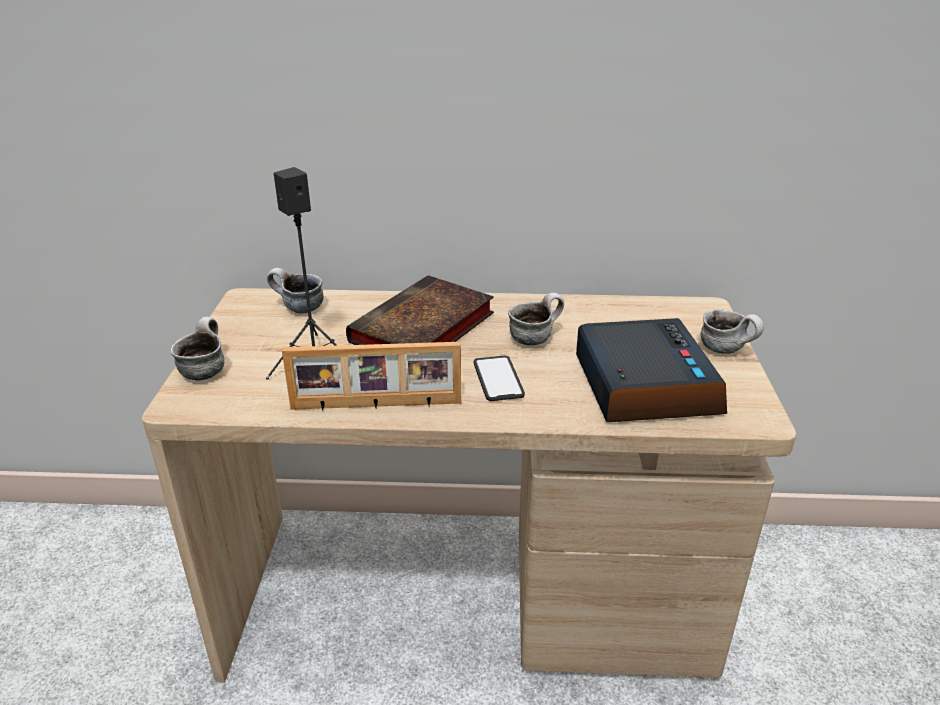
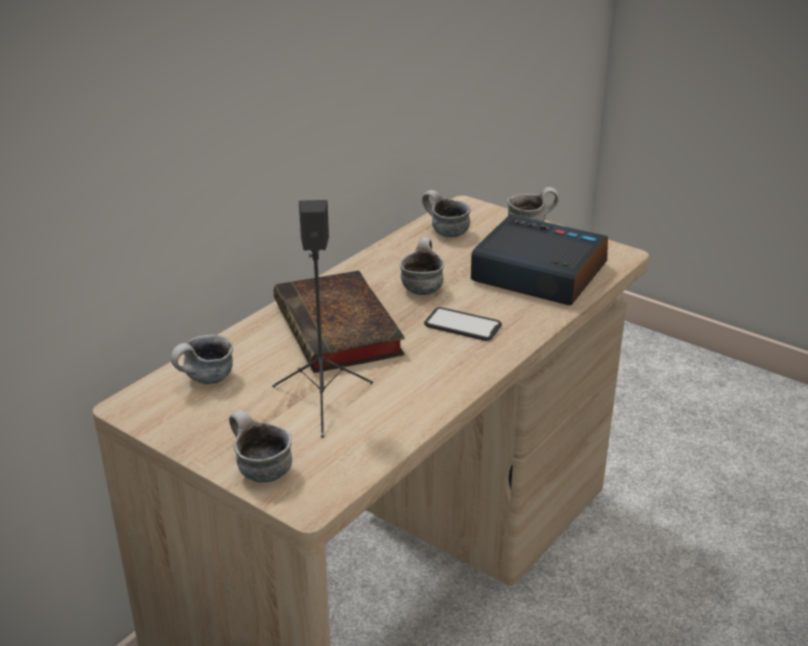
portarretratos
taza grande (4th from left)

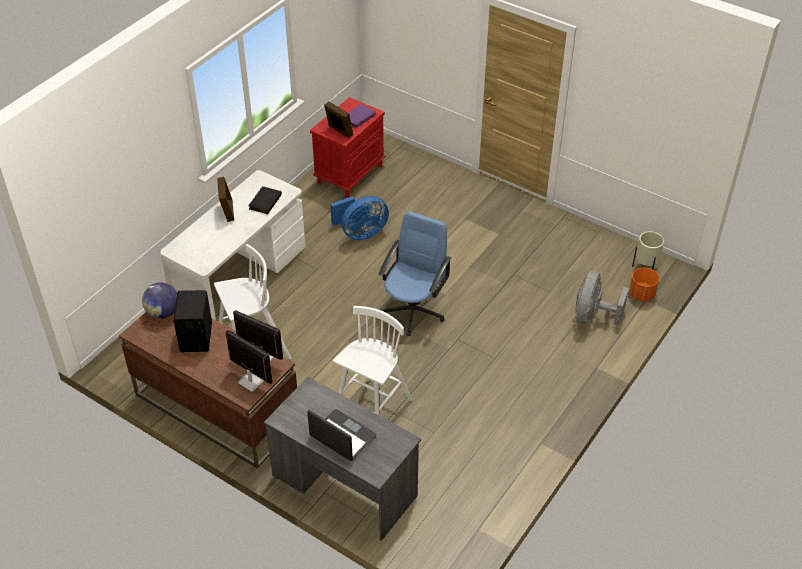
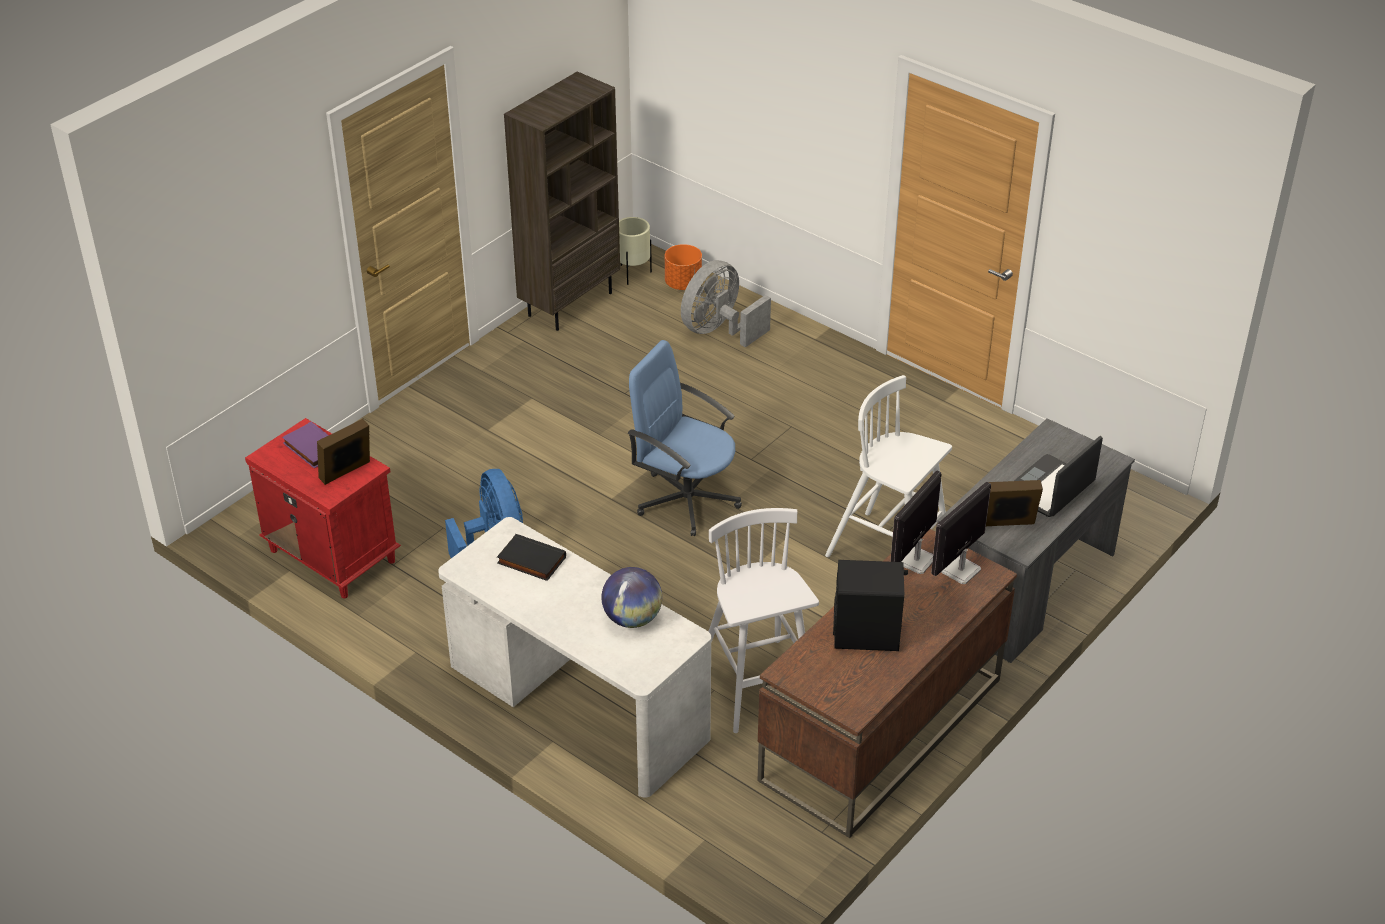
globo terráqueo
portarretratos (2nd from left)
ventilador [gris]
estantería [marrón]

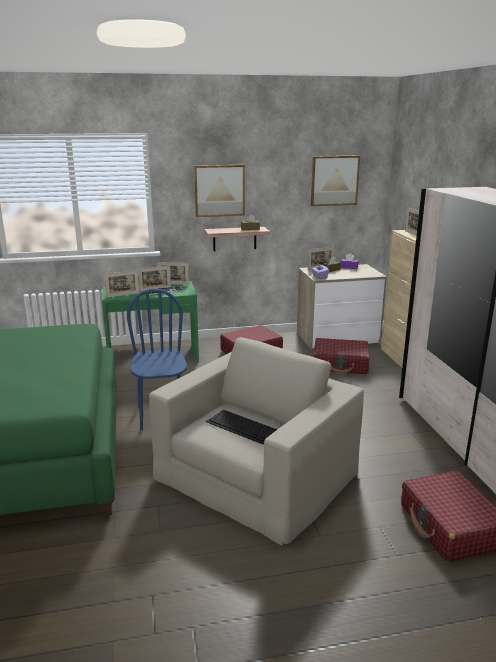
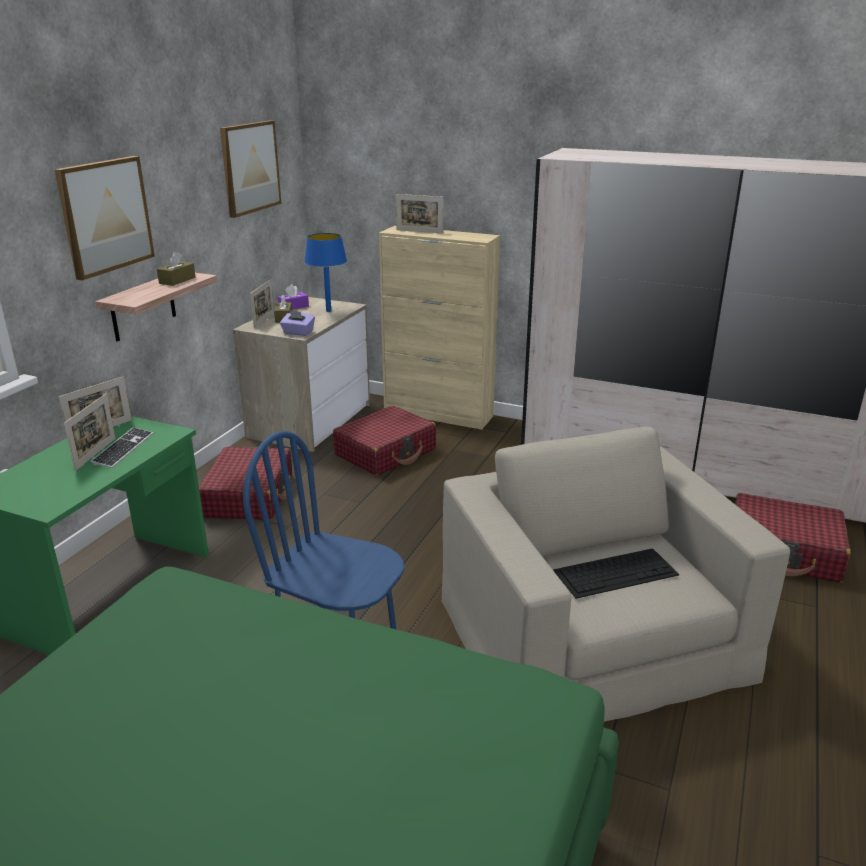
portarretratos (1st from left in the first image)
lámpara de mesa [azul]

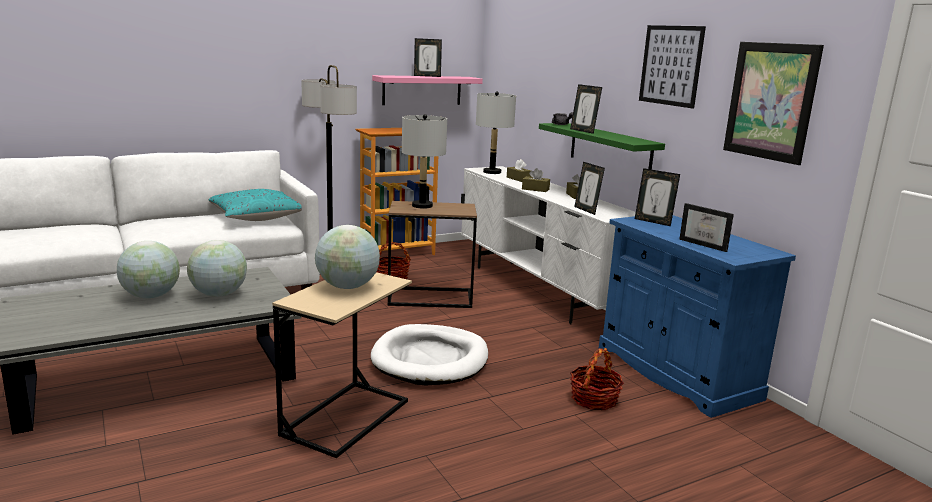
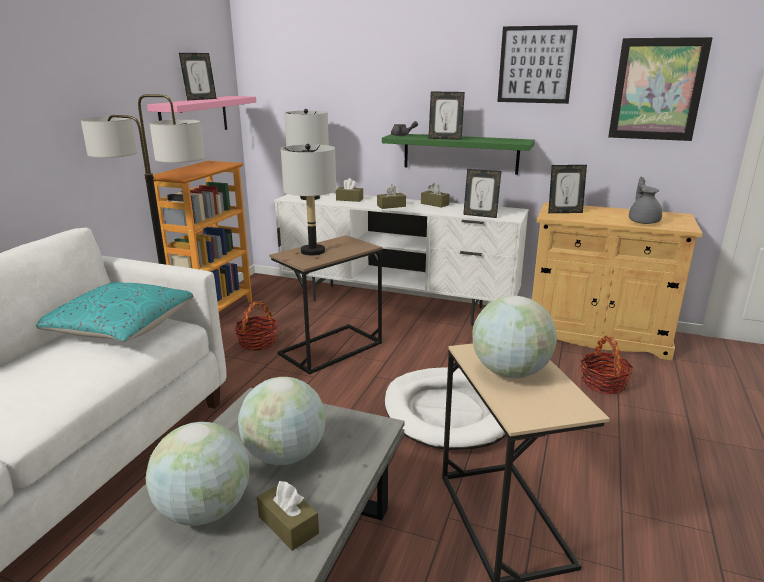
armario [beis]
tetera [gris] (2nd from left)
caja de pañuelos [marrón] (1st from left)

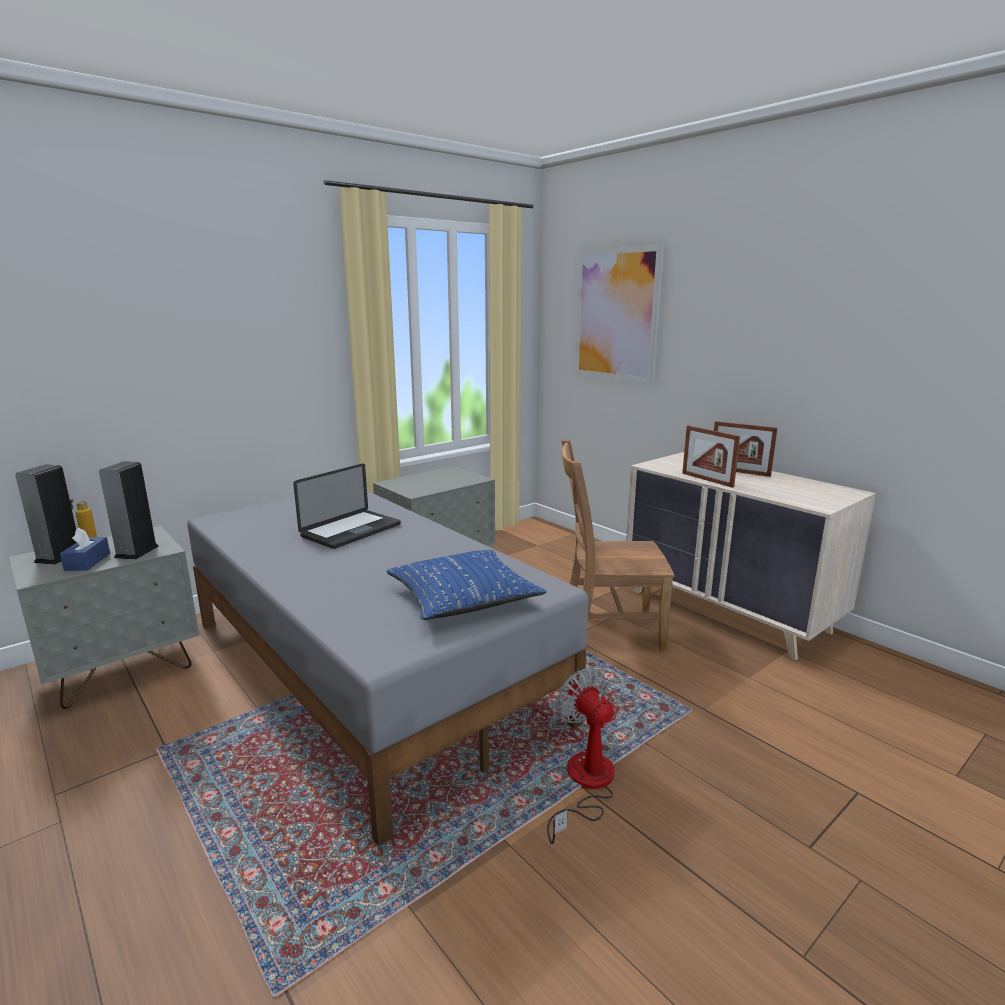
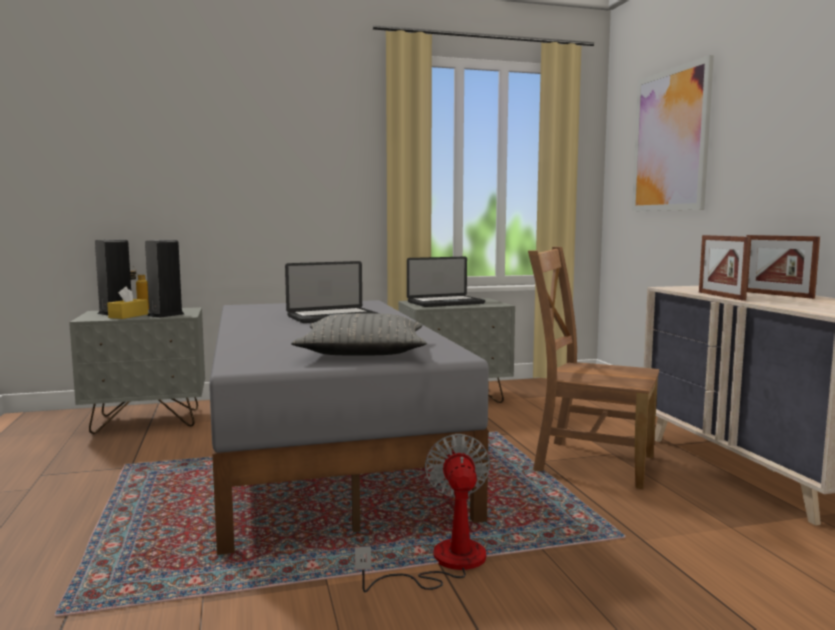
caja de pañuelos [amarillo]
cojín [gris]
portátil (2nd from left)

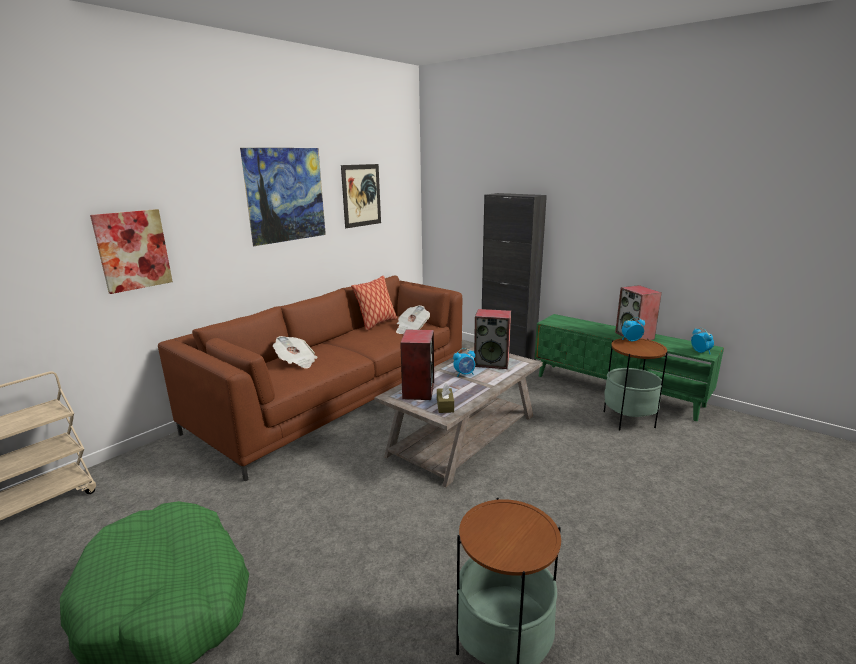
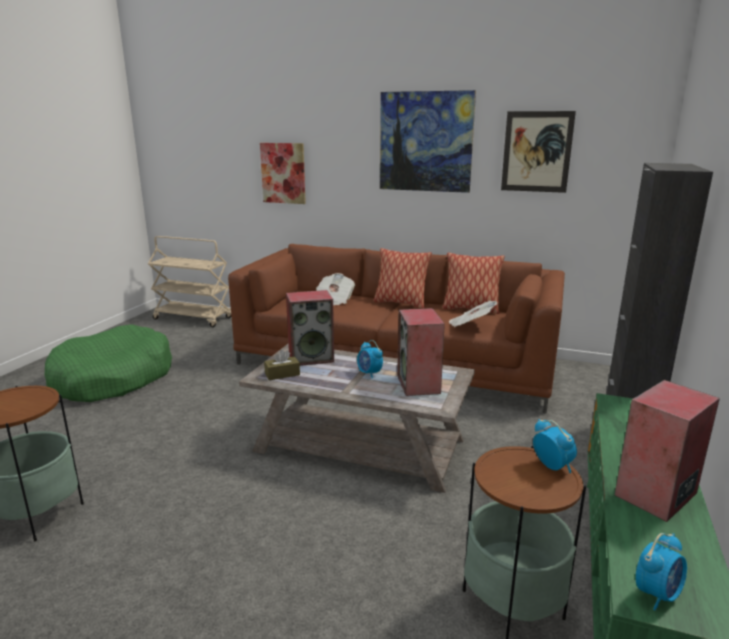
cojín (1st from left)

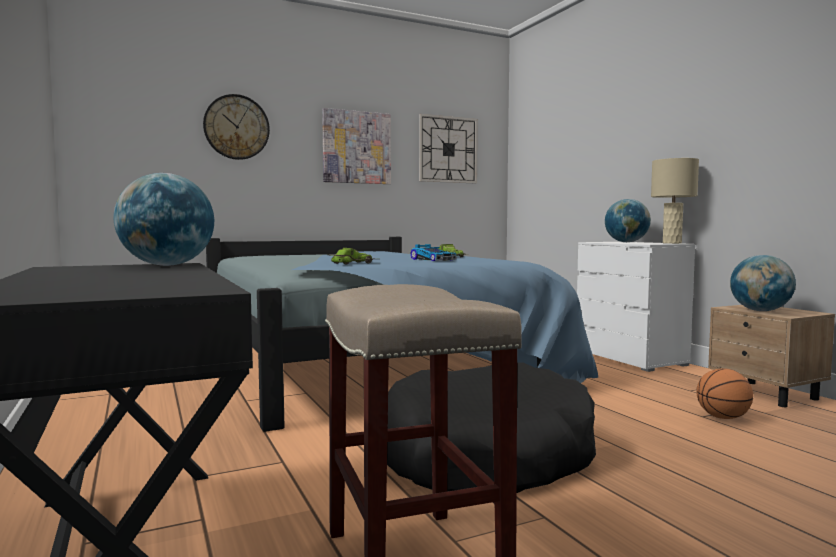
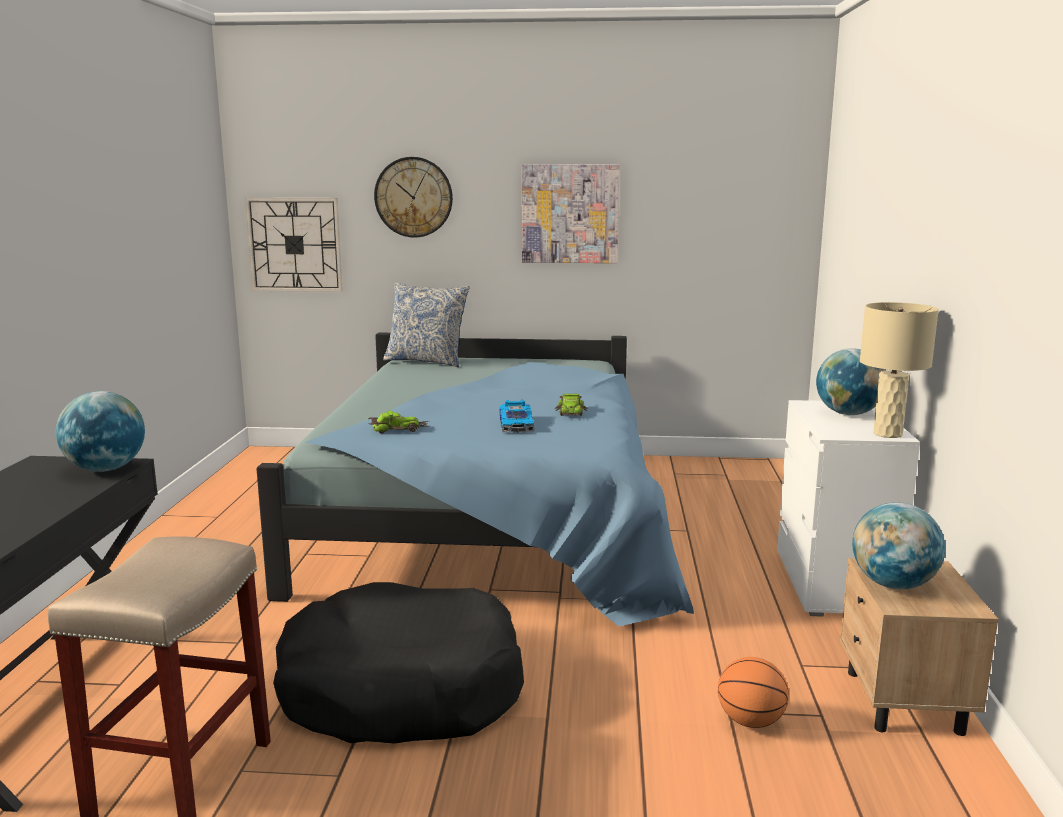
reloj de pared (1st from left)
cojín

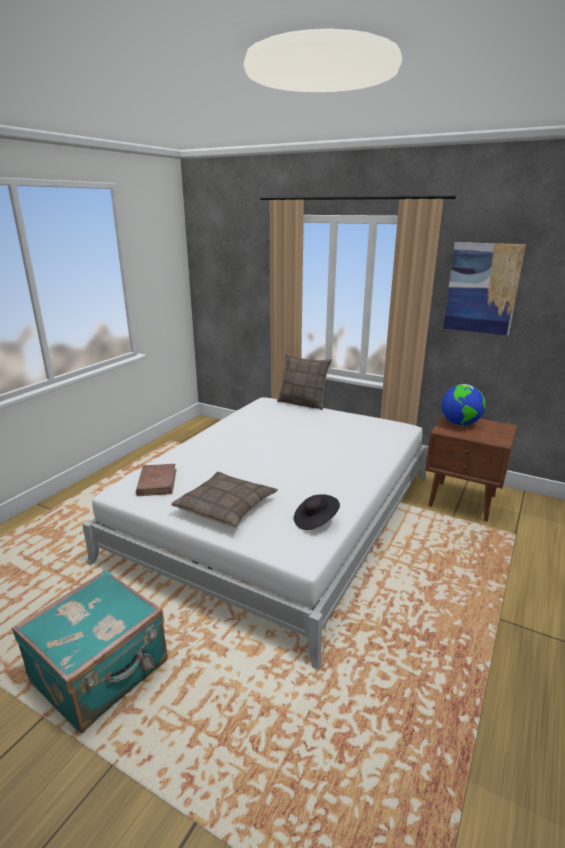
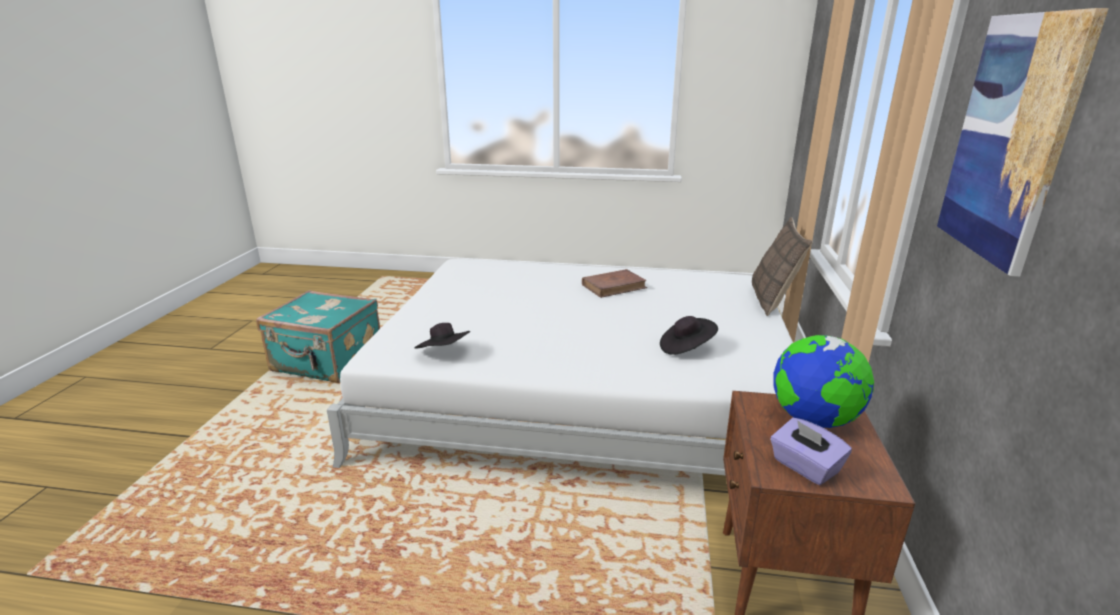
libro [marrón]
cojín (1st from left in the first image)
sombrero [negro] (2nd from left)
caja de pañuelos [morado]

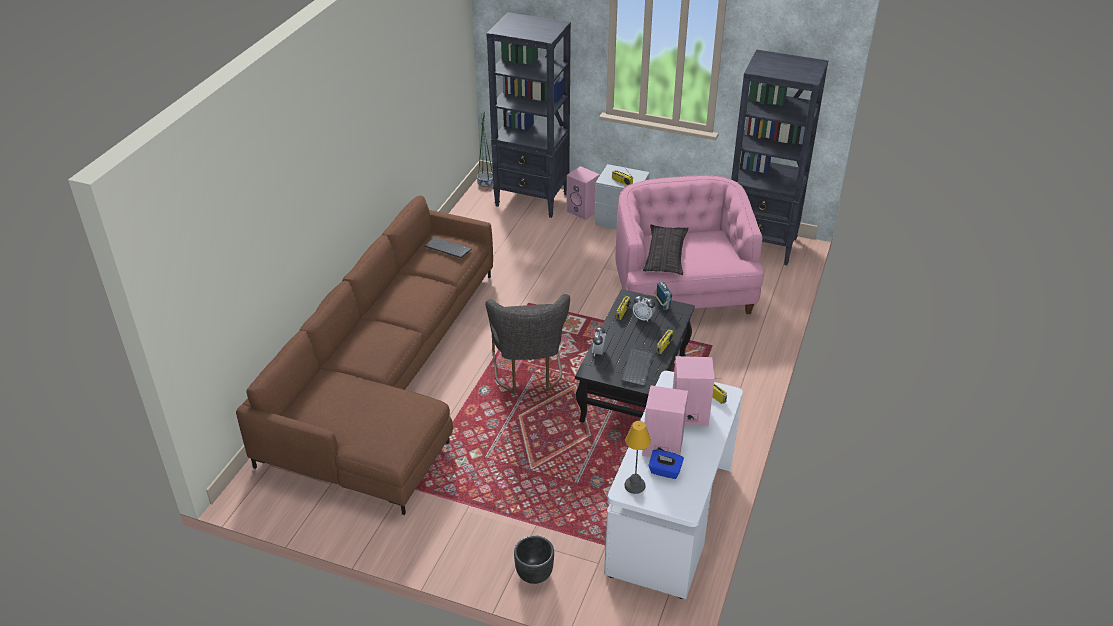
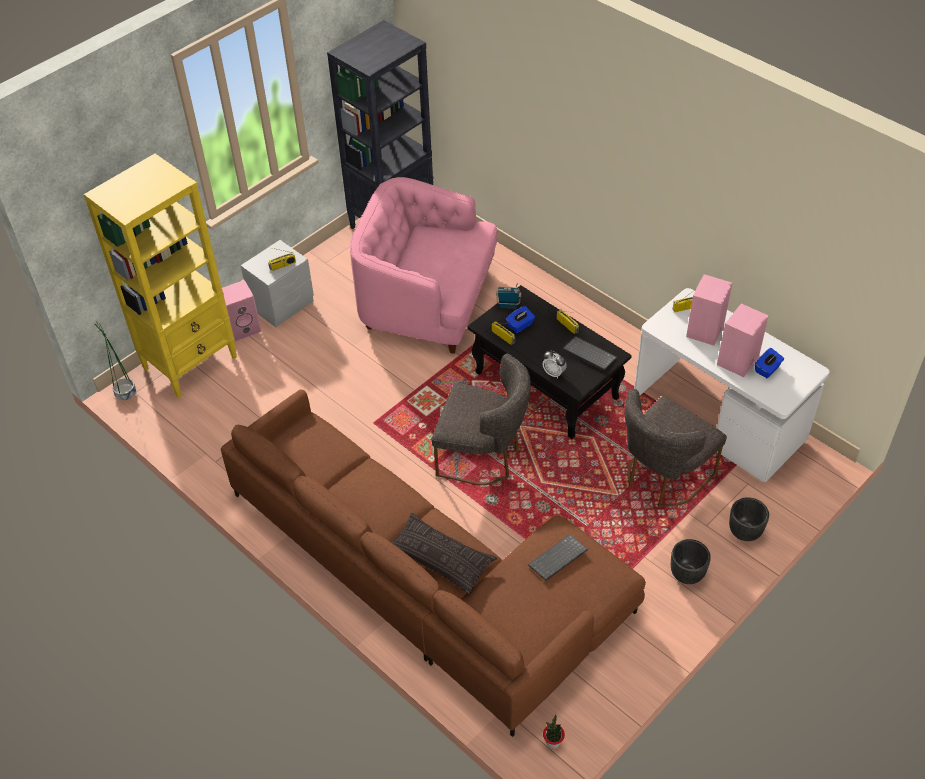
teclado (1st from left)
estantería [amarillo]
lámpara de mesa
caja de pañuelos [azul] (1st from left)
cojín
planta en maceta
silla [gris] (2nd from left)
maceta [negro] (1st from left)

